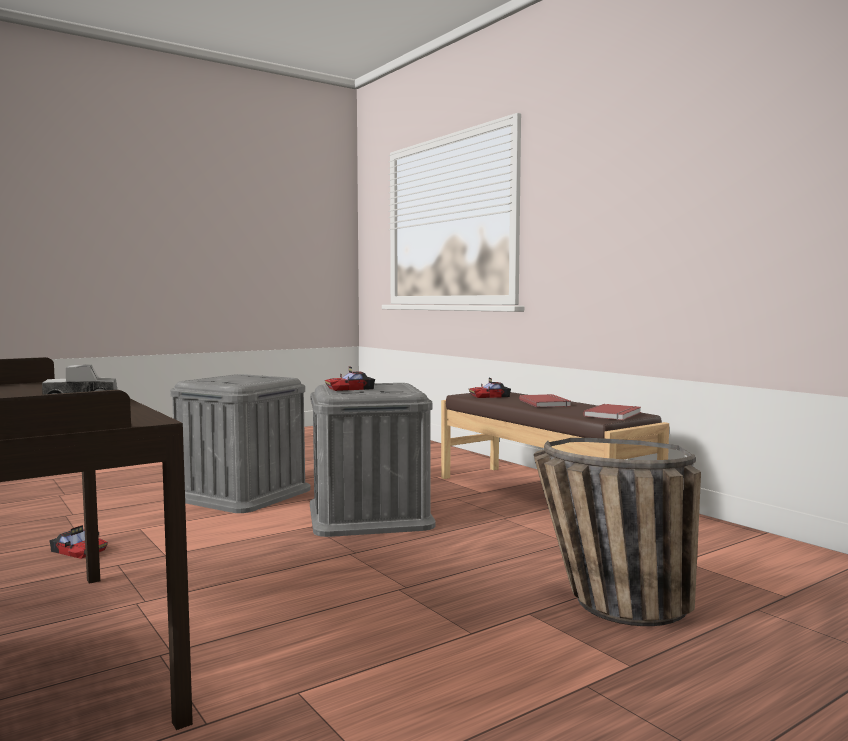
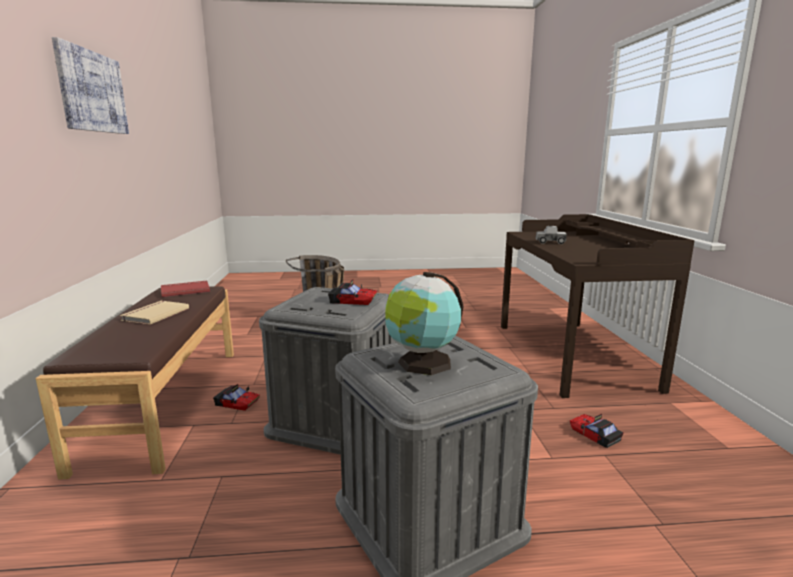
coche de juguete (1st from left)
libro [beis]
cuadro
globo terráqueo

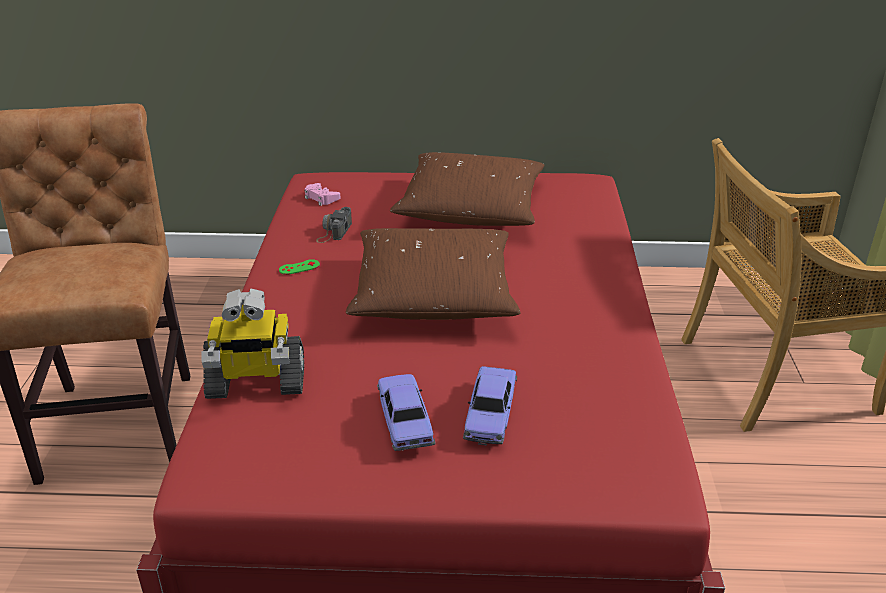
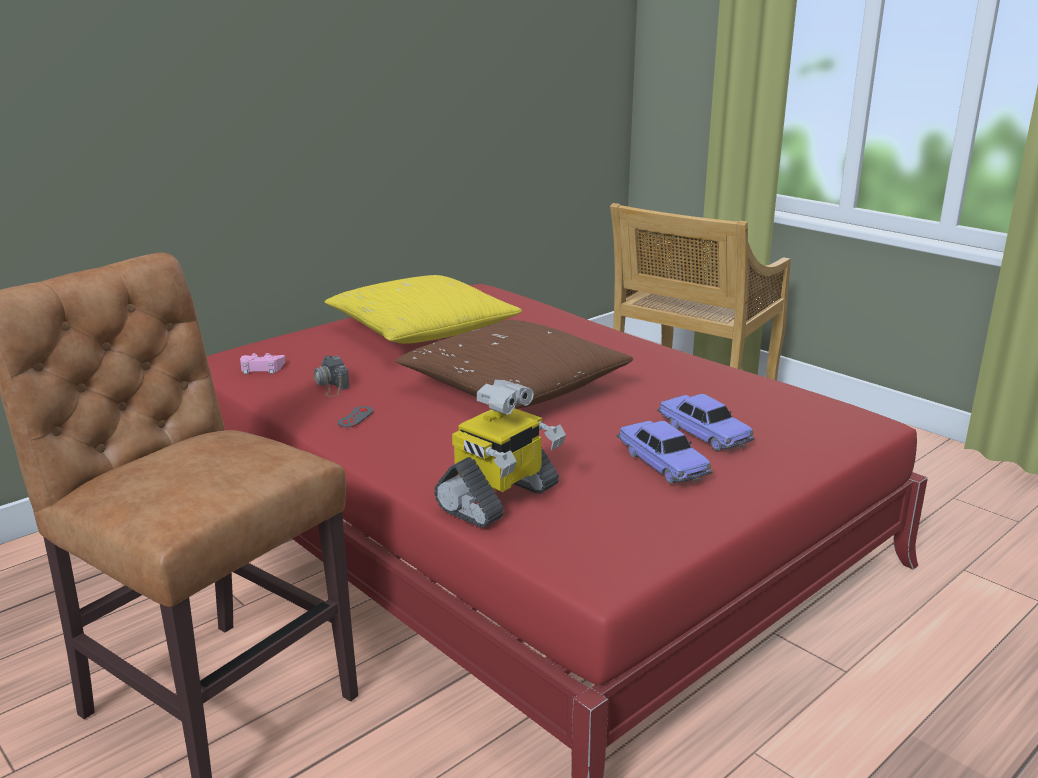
mando de consola [gris]
coche de juguete (1st from left)
cojín [amarillo]

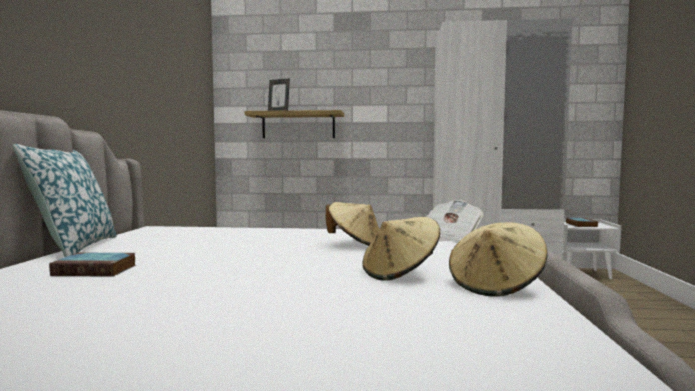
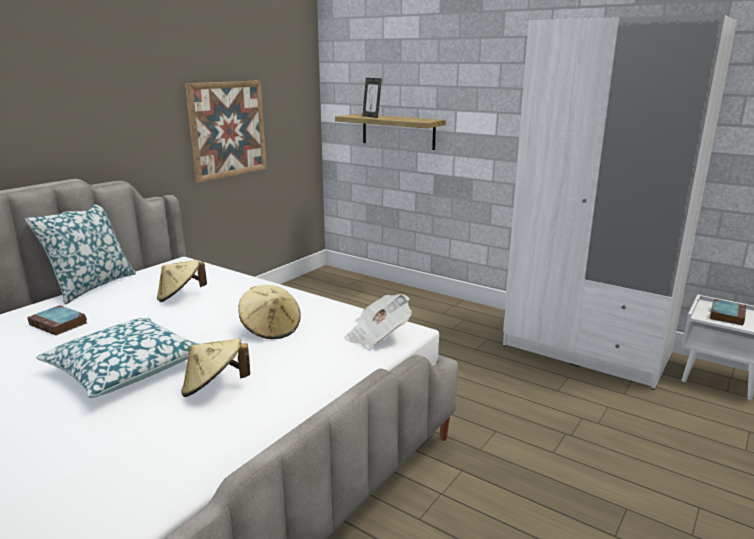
sombrero [beis] (1st from left)
cojín (2nd from left)
cuadro

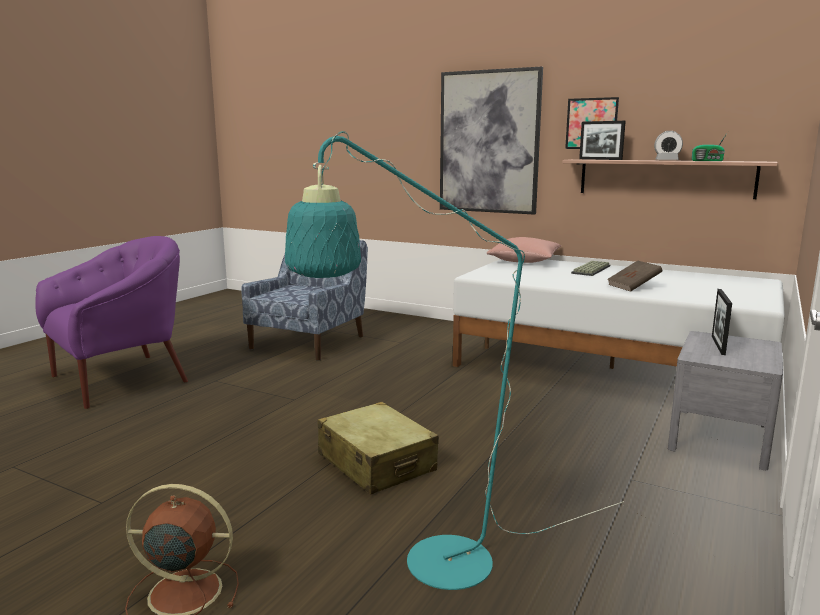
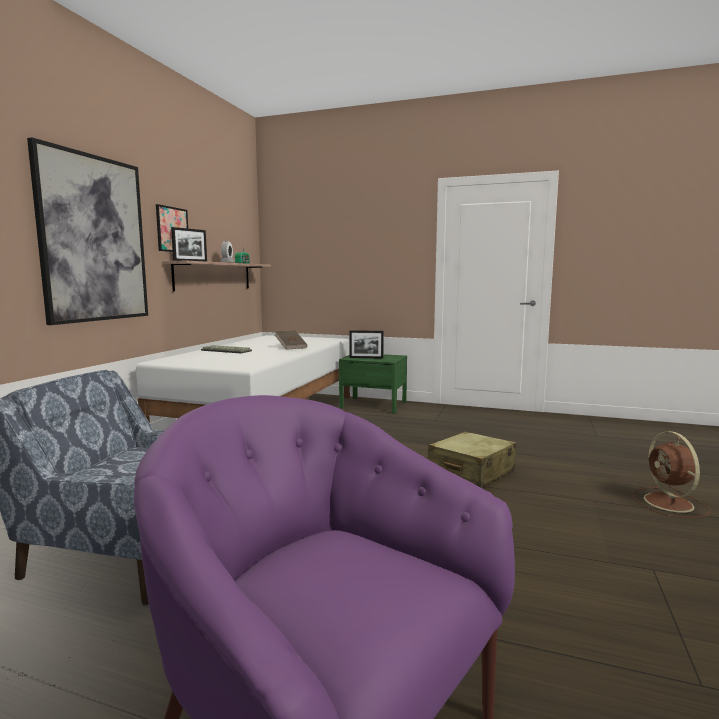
lámpara de pie [turquesa]
cojín [rosa]
mesita de noche [verde]

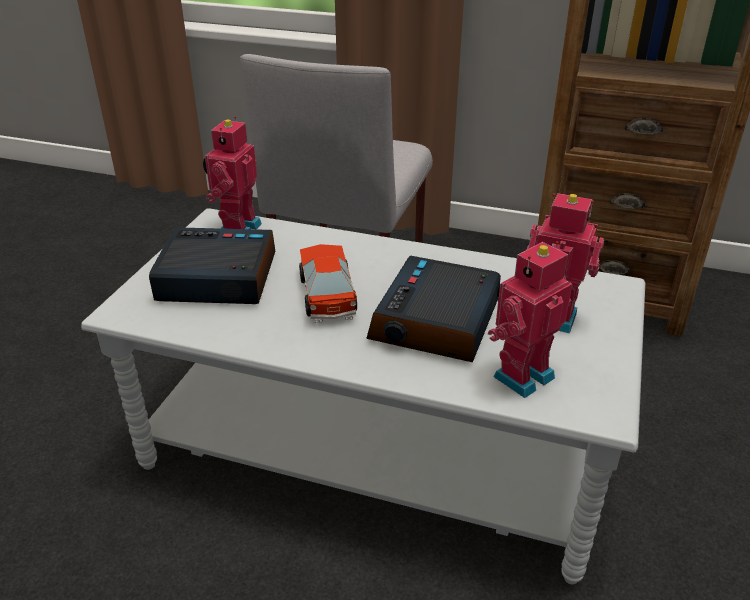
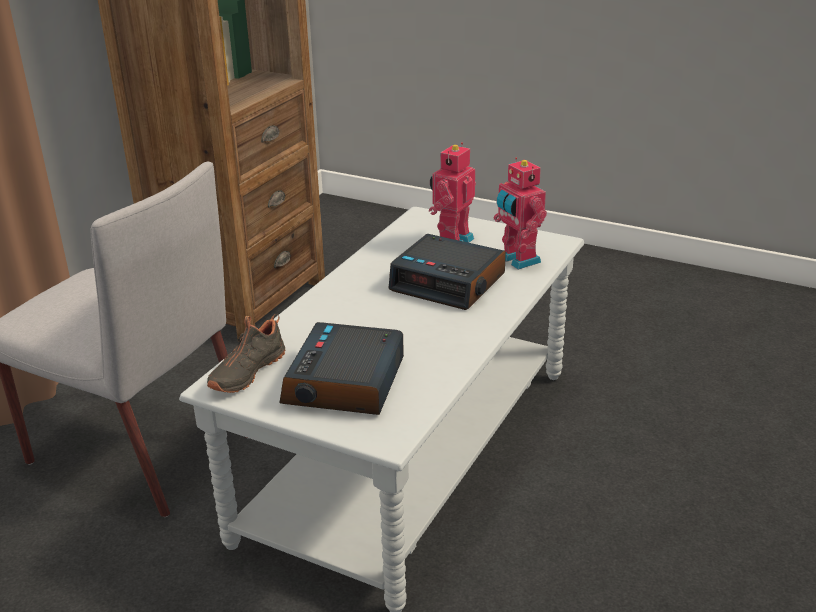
zapato [negro]
coche de juguete

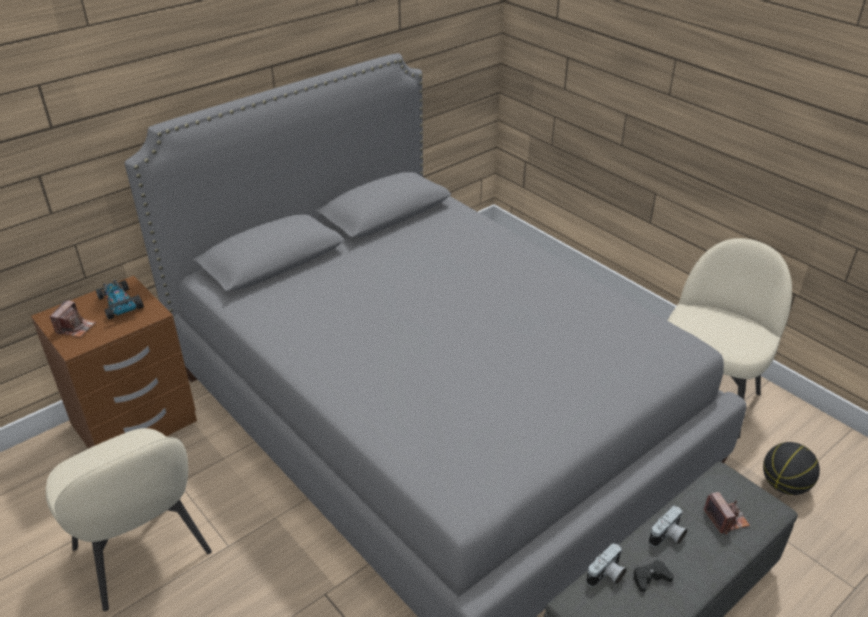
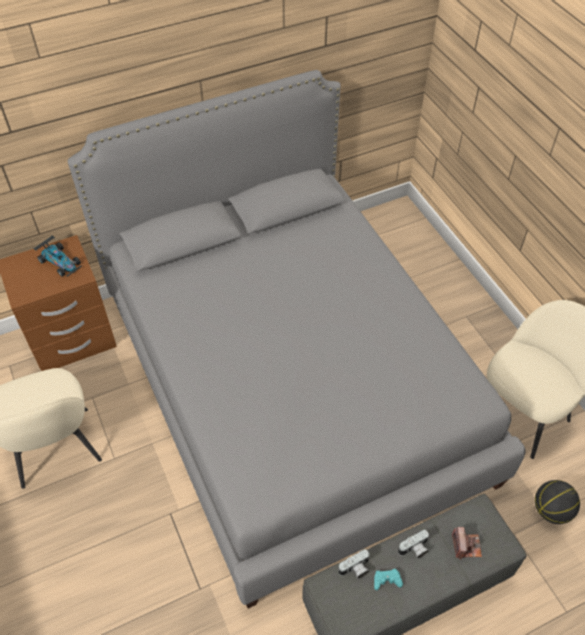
cámara (1st from left in the first image)
coche de juguete
mando de consola [turquesa]

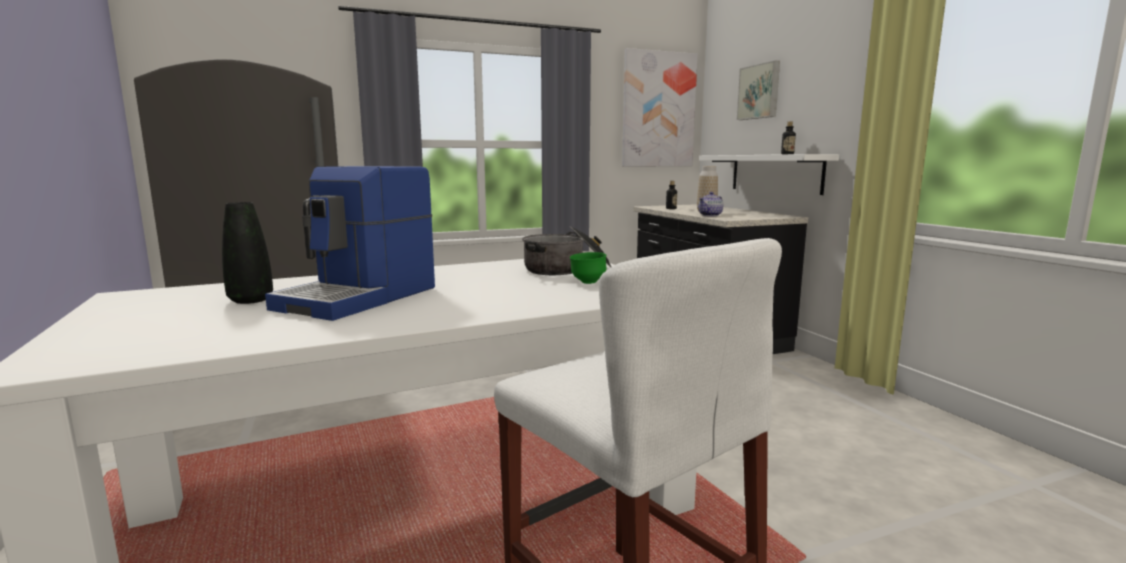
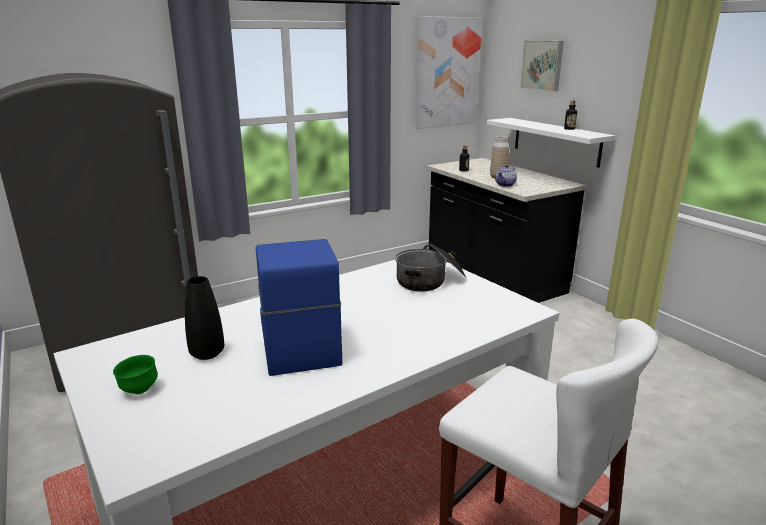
cafetera
cuenco [verde]

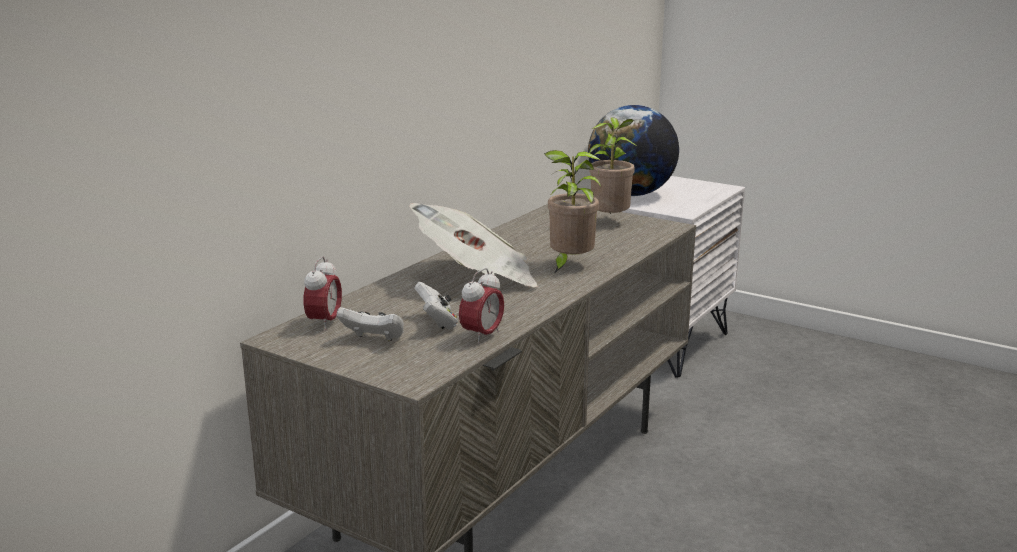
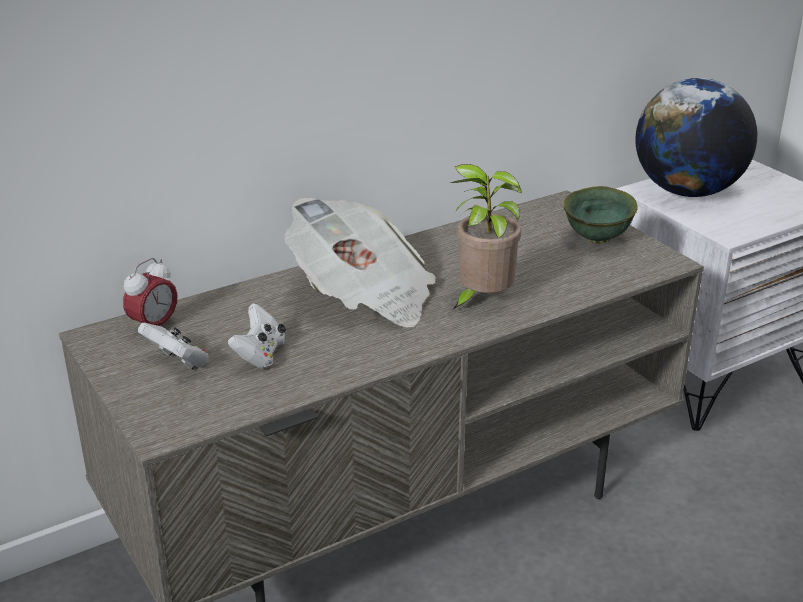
despertador (2nd from left in the first image)
cuenco [verde]

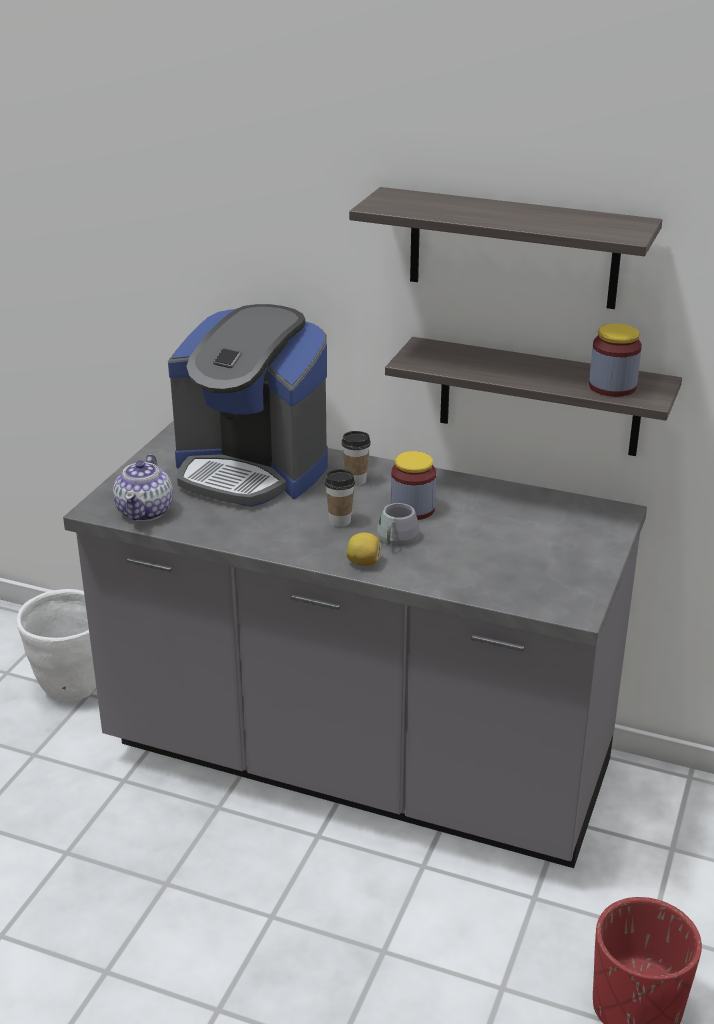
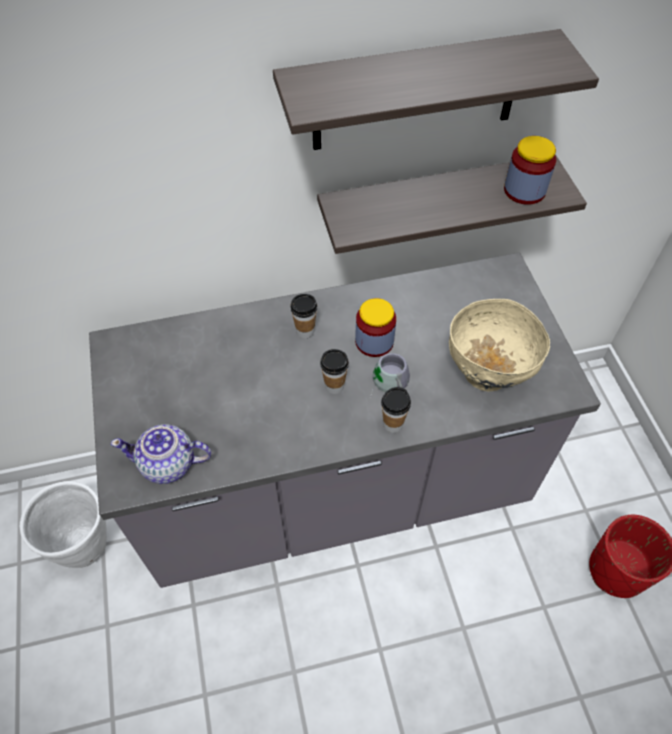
tetera
cafetera
taza (3rd from left)
cuenco [beis]

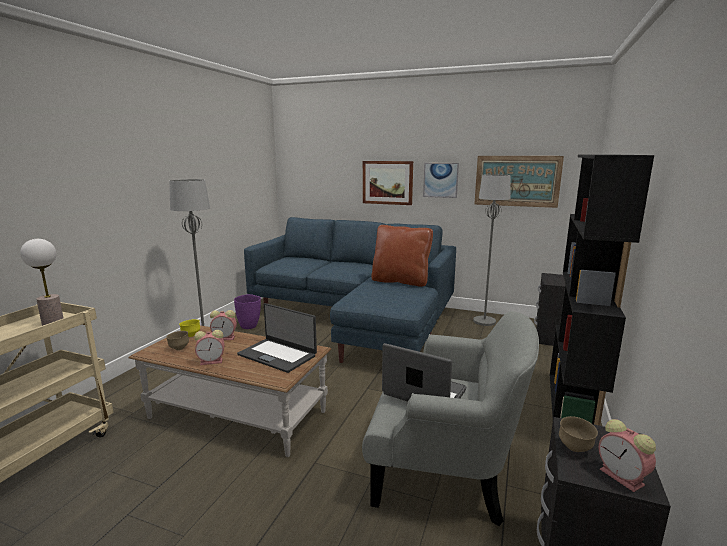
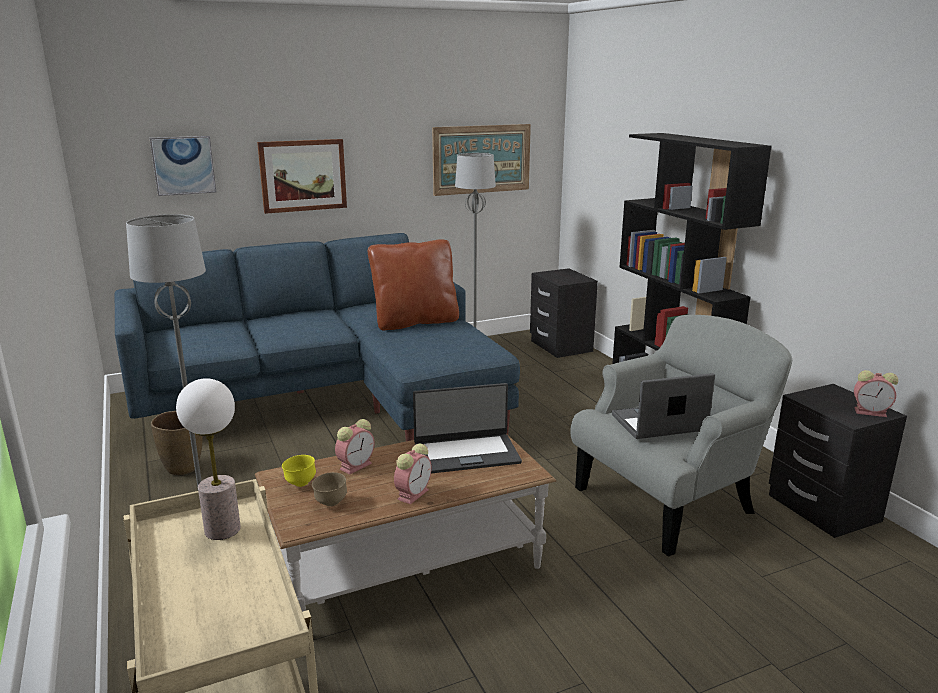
florero [marrón]
cuadro (1st from left)
cuenco [marrón] (2nd from left in the first image)

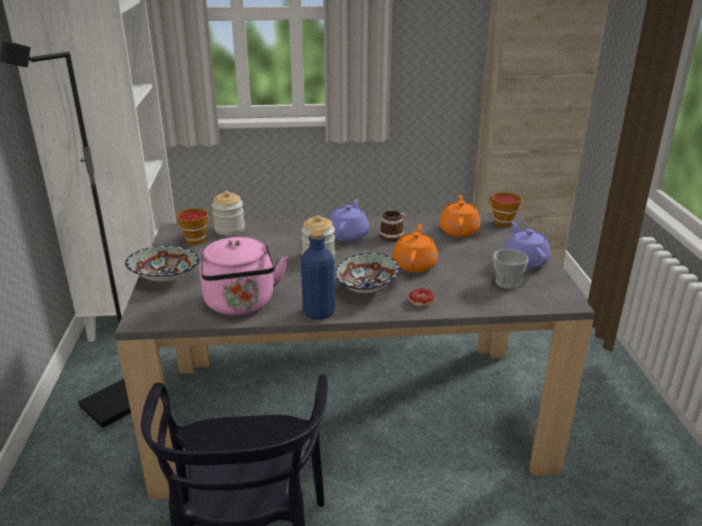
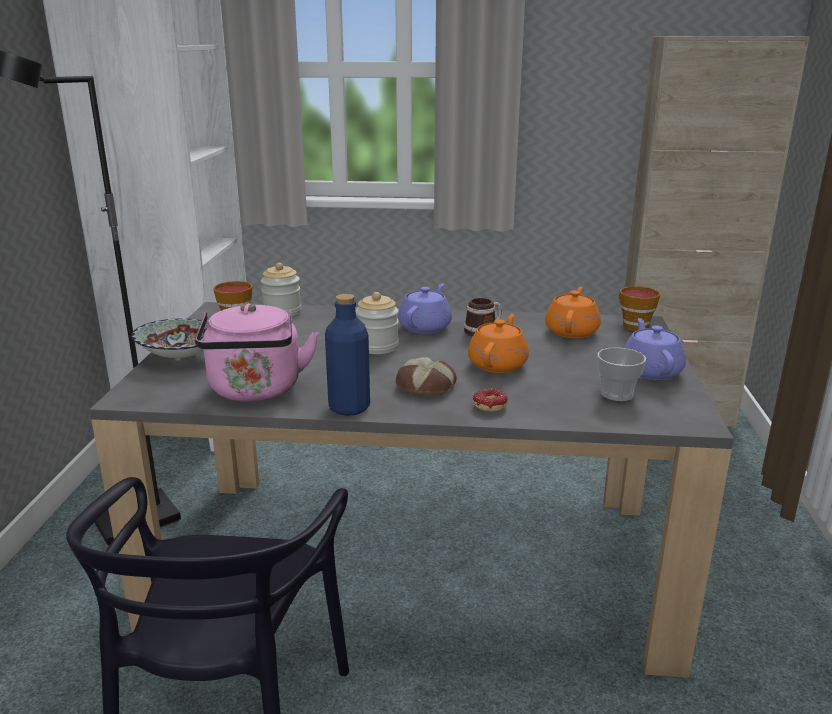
pan

